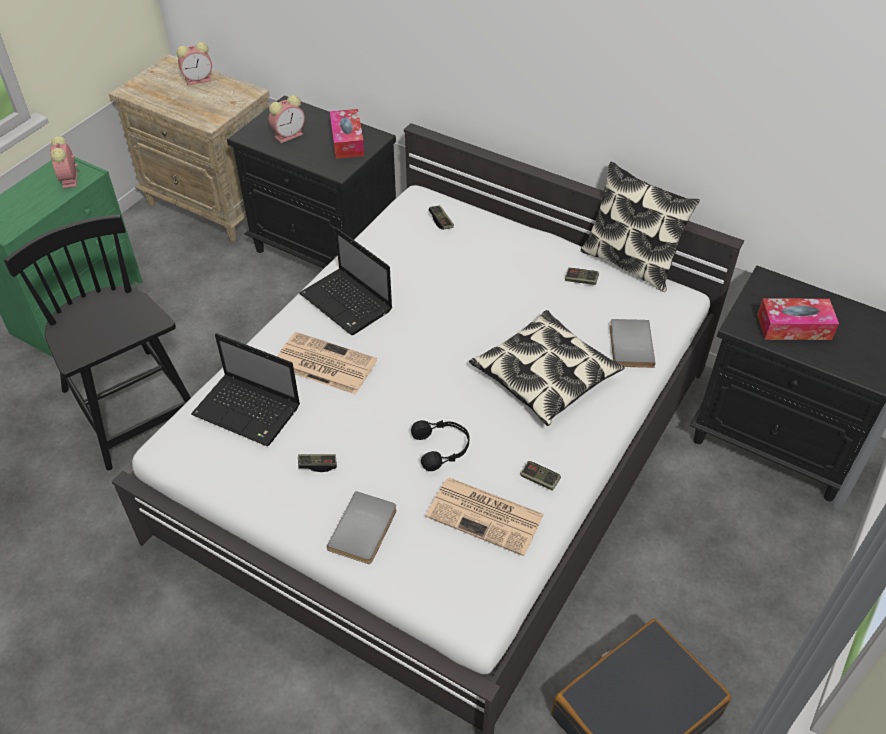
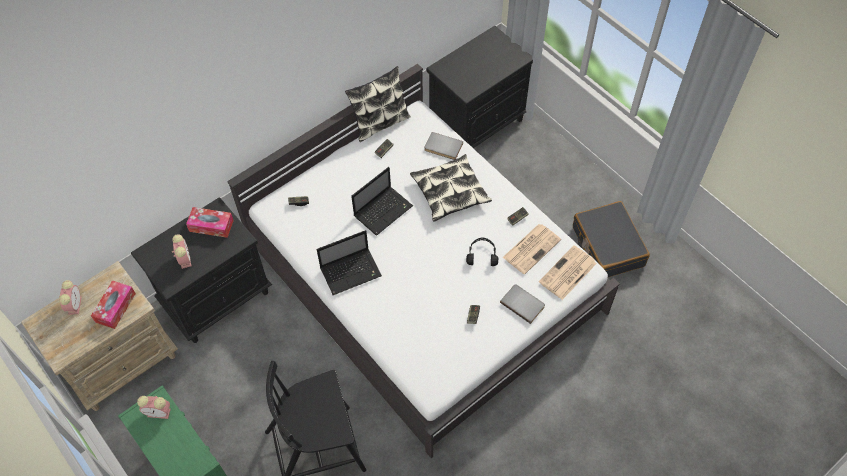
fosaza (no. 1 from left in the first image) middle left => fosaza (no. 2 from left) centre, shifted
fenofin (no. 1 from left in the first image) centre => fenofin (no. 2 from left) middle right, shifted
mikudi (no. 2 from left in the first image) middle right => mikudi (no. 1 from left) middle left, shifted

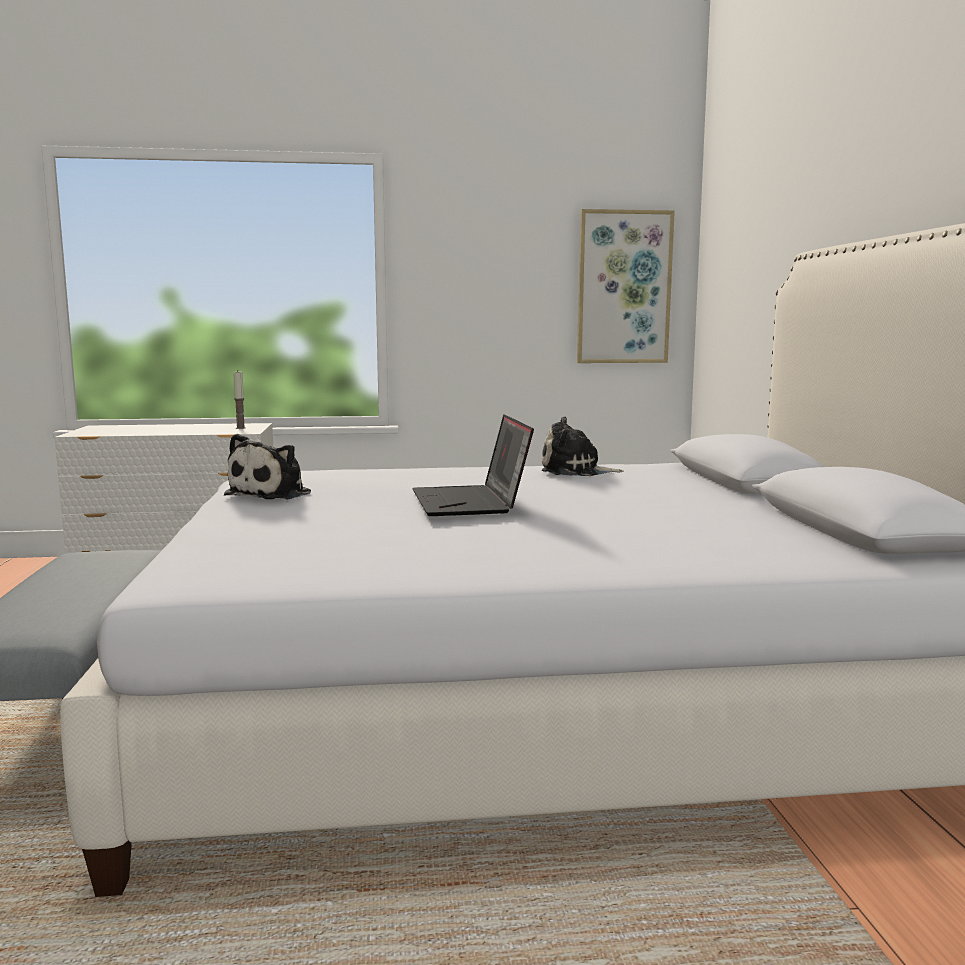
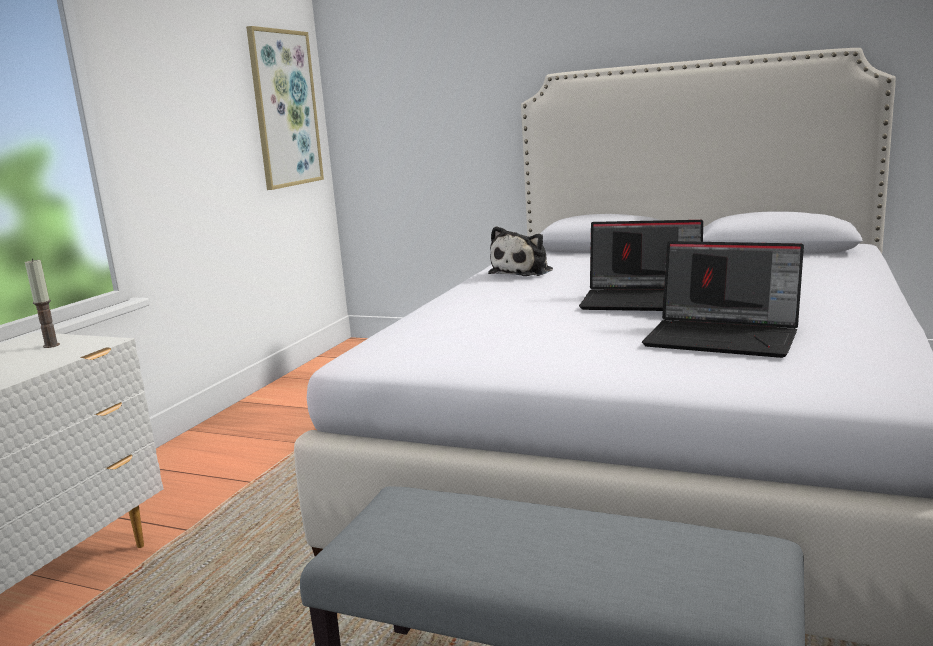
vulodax (no. 1 from left) middle left => nothing
nothing => fosaza (no. 2 from left) middle right

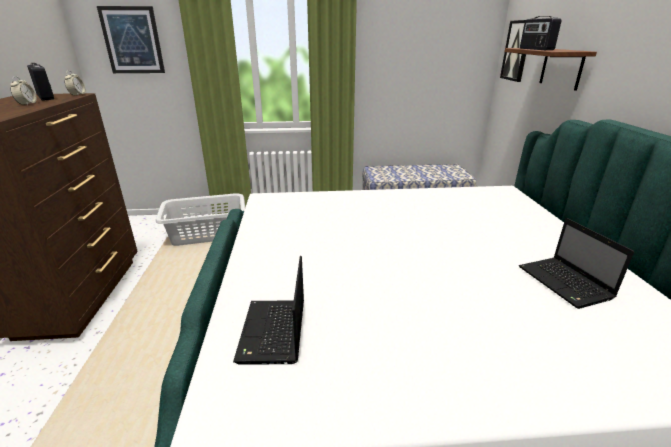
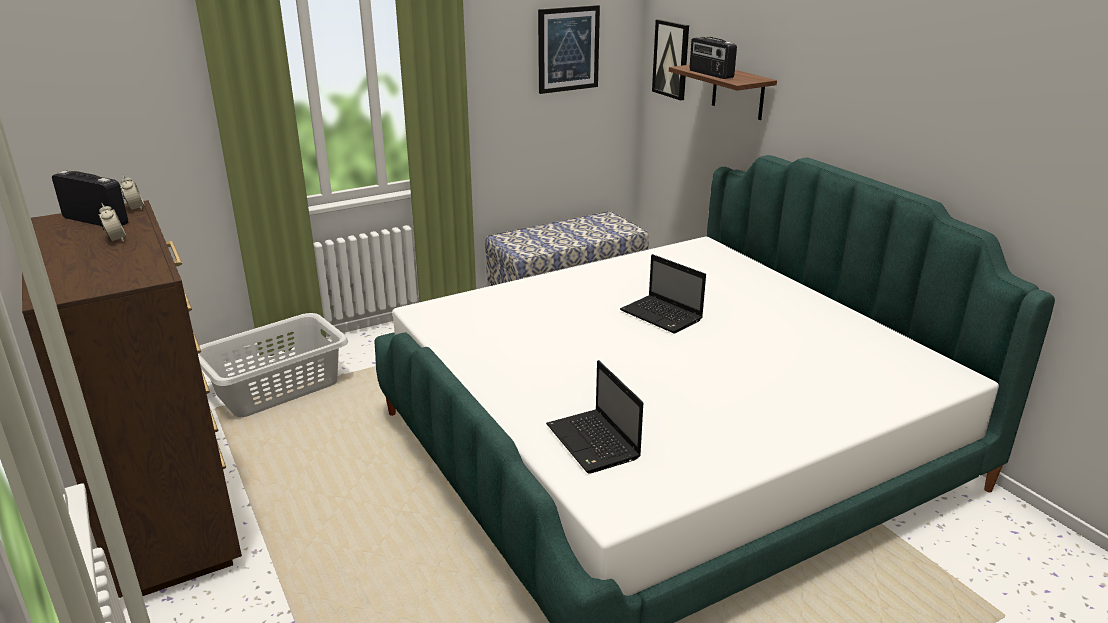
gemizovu (no. 1 from left) top left => gemizovu (no. 1 from left) top centre, shifted
fosaza (no. 2 from left) middle right => fosaza (no. 2 from left) centre, shifted

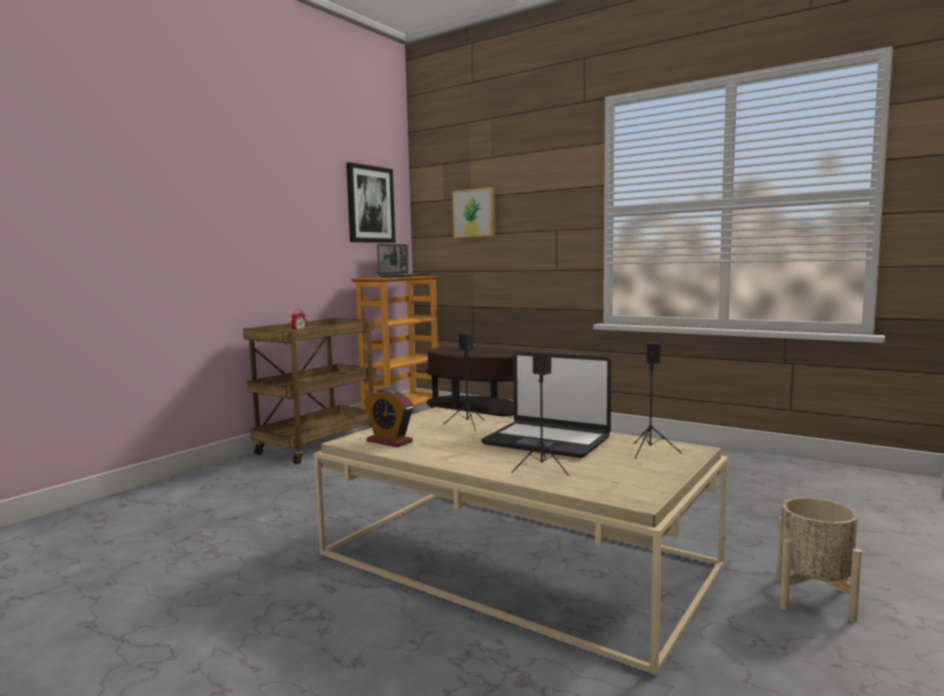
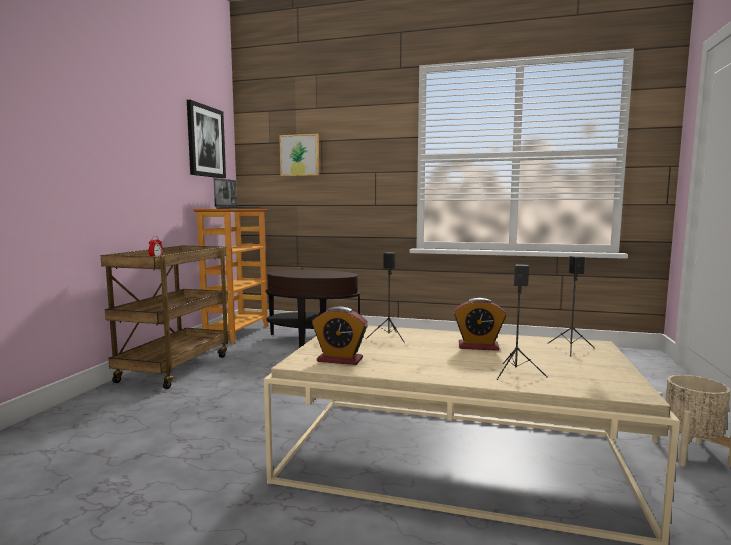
fosaza (no. 2 from left) centre => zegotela (no. 3 from left) centre

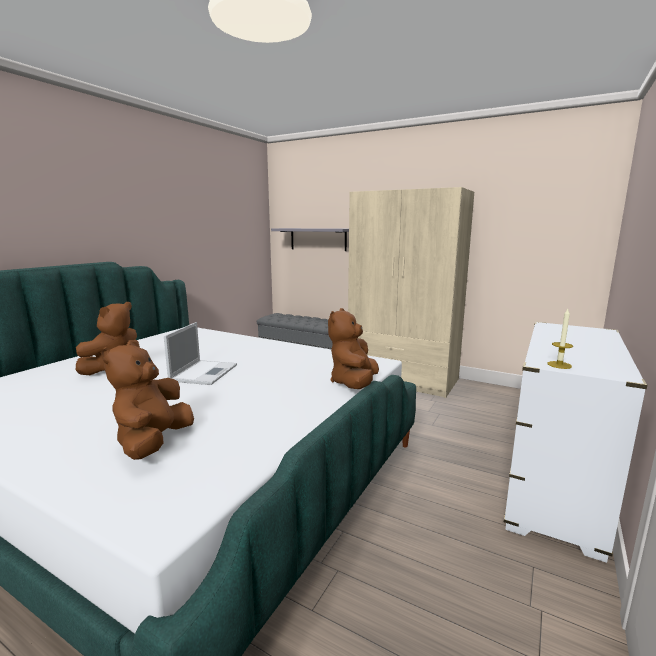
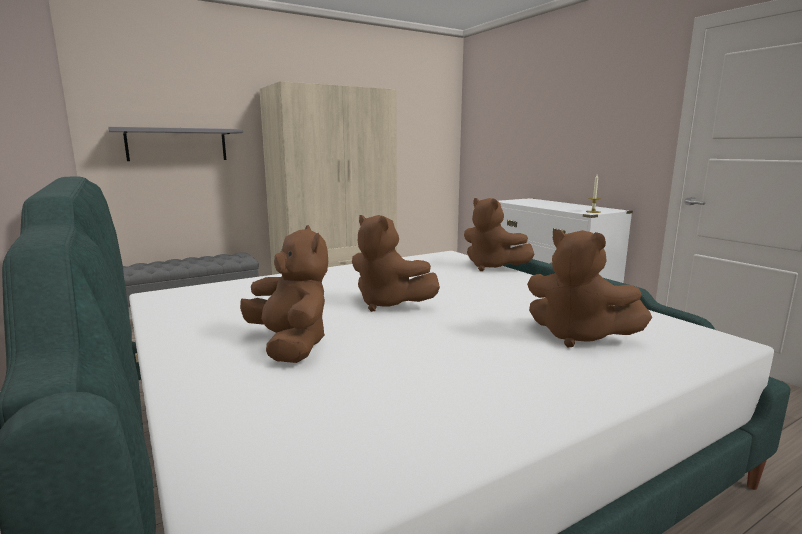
fosaza middle left => brown_vulodax (no. 2 from left) centre

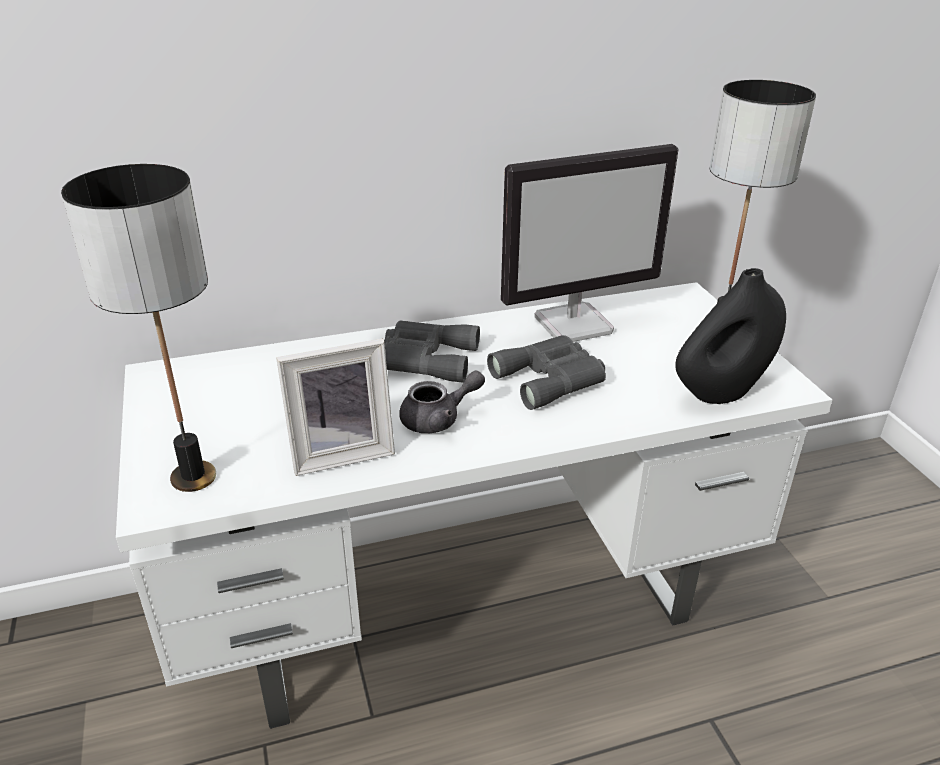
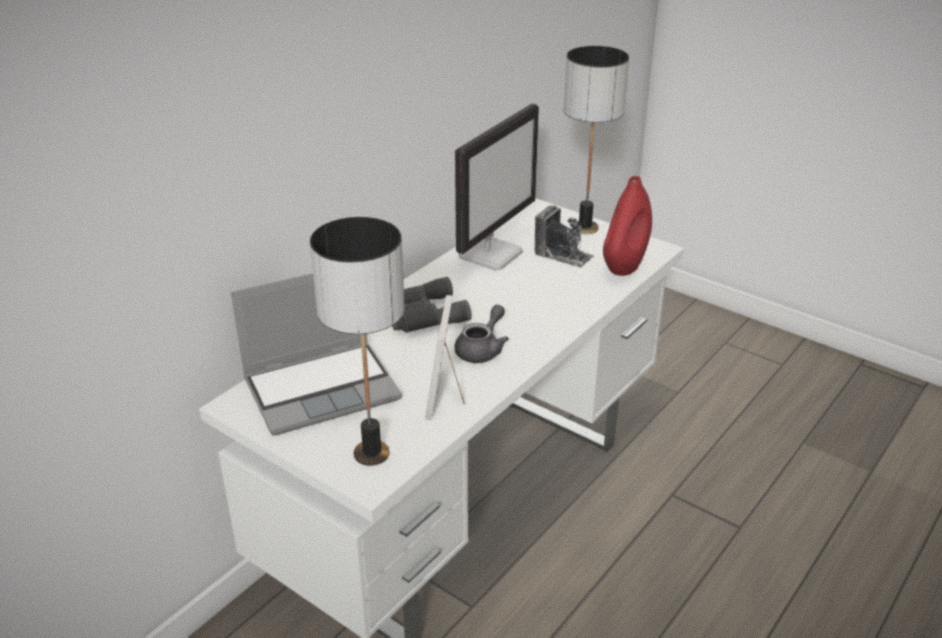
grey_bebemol (no. 2 from left) centre => nothing
nothing => fosaza centre
nothing => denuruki centre
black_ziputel middle right => red_ziputel centre
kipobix centre, 150 degrees clockwise

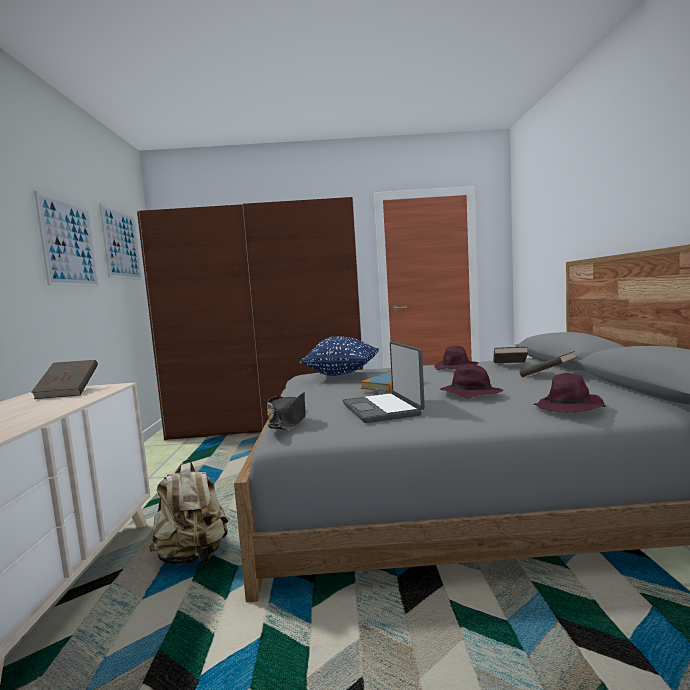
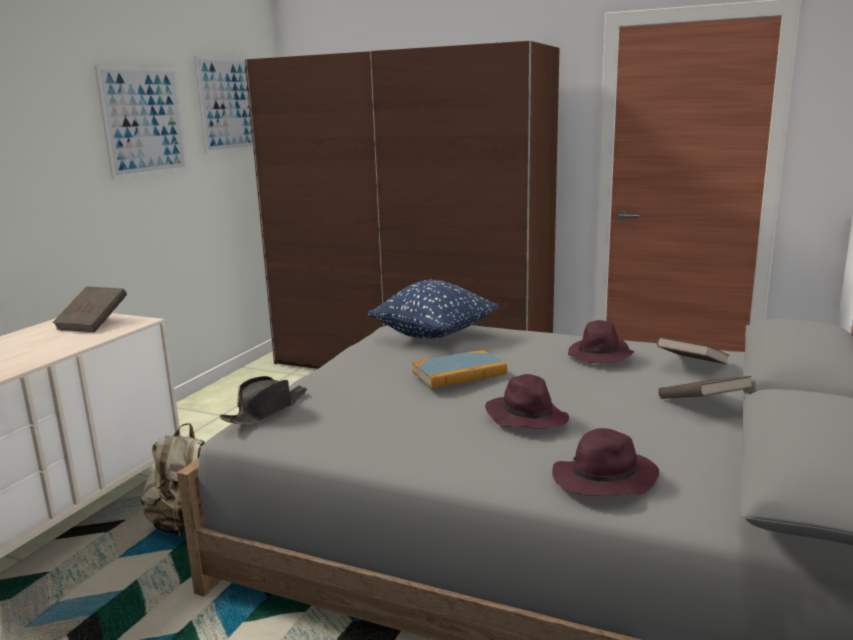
fosaza centre => nothing

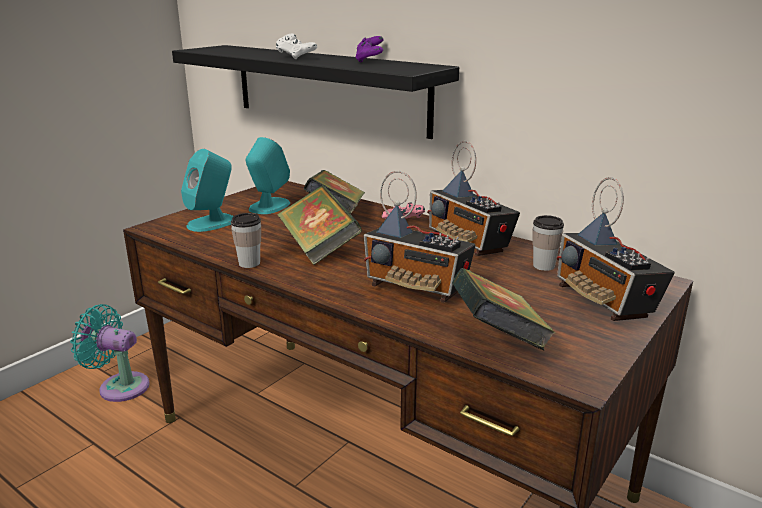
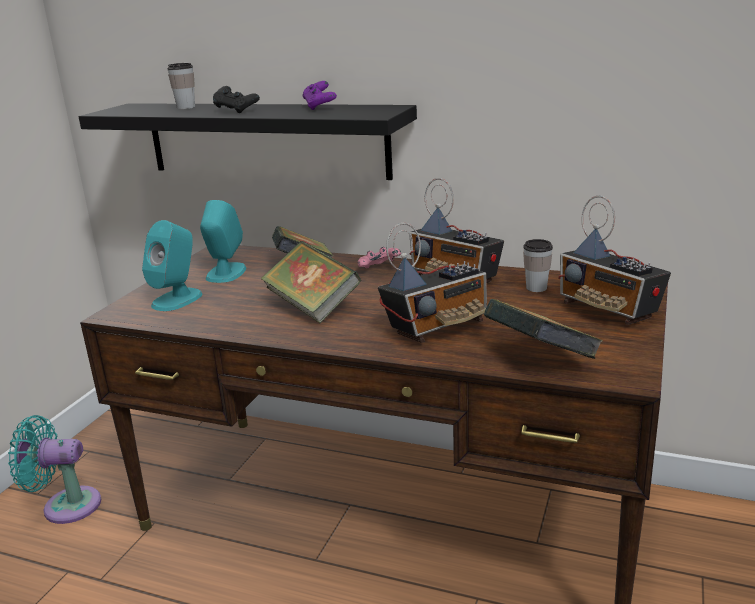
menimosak (no. 1 from left) middle left => menimosak (no. 1 from left) top left, shifted
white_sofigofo top centre => black_sofigofo top left
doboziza (no. 1 from left) centre, 45 degrees counterclockwise

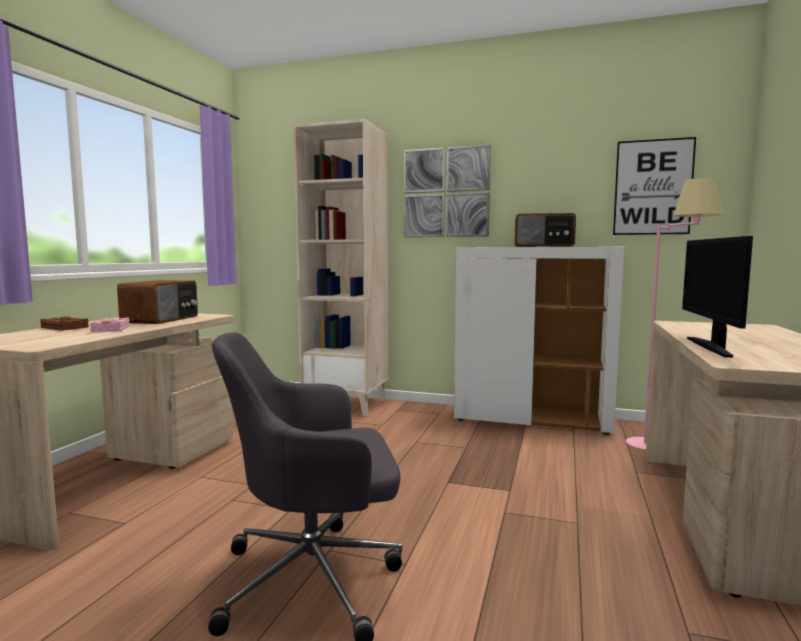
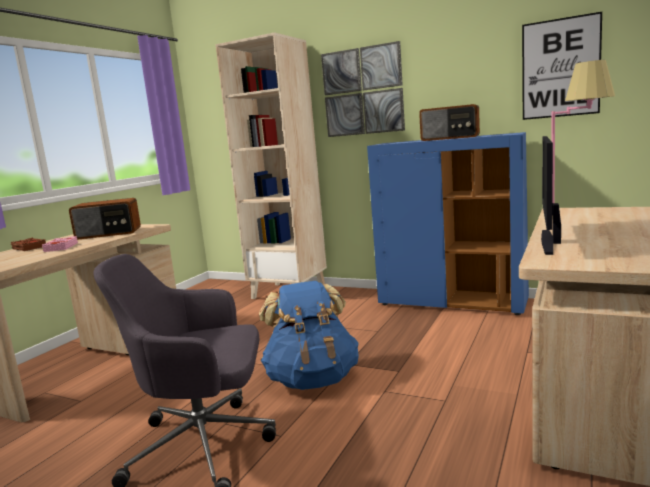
nothing => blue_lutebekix bottom centre
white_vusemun middle right => blue_vusemun middle right
doboziza (no. 1 from left) middle left, 60 degrees clockwise

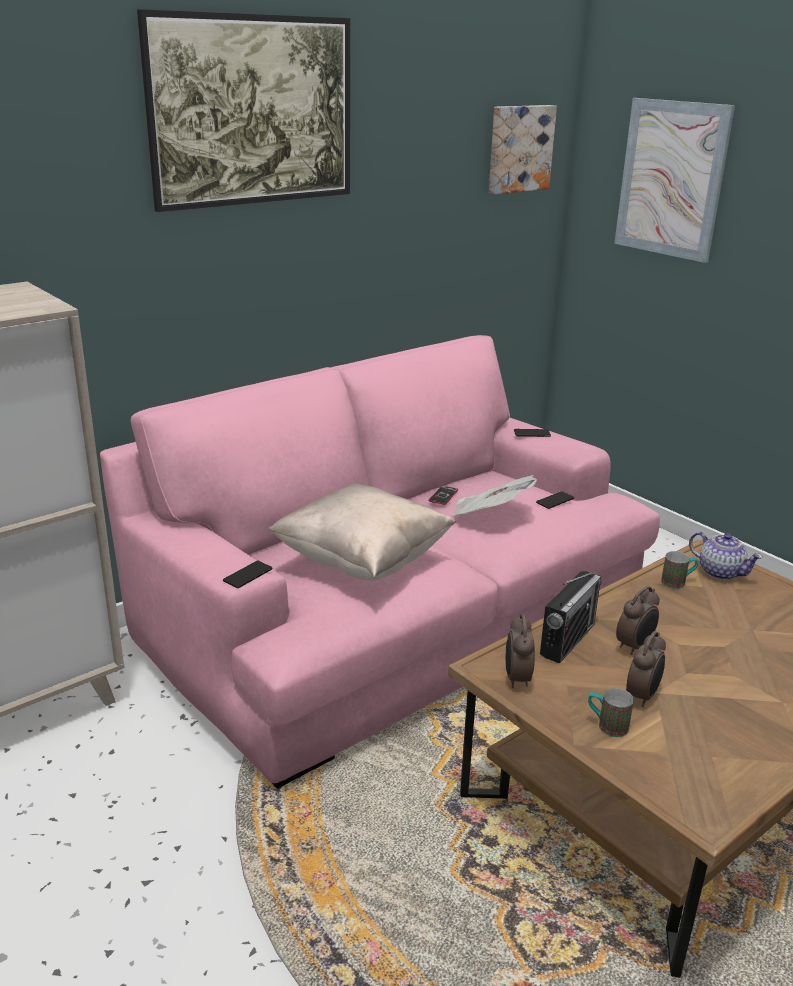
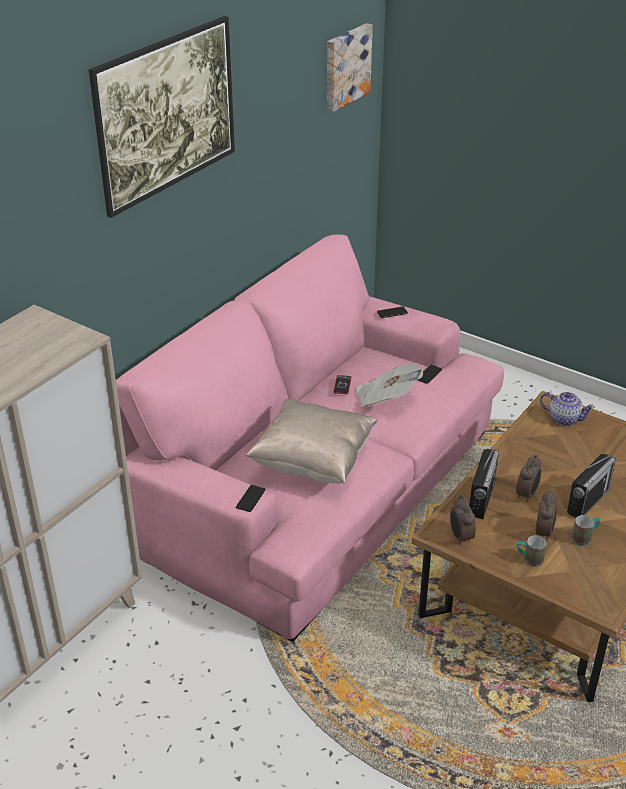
gemizovu (no. 3 from left) top right => nothing
nothing => doboziza (no. 2 from left) middle right
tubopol (no. 2 from left) middle right => tubopol (no. 2 from left) bottom right, shifted

